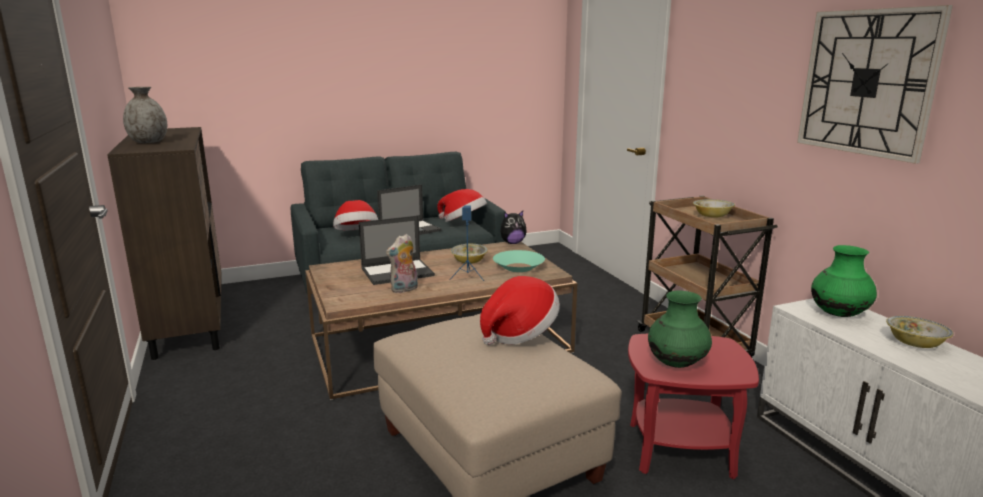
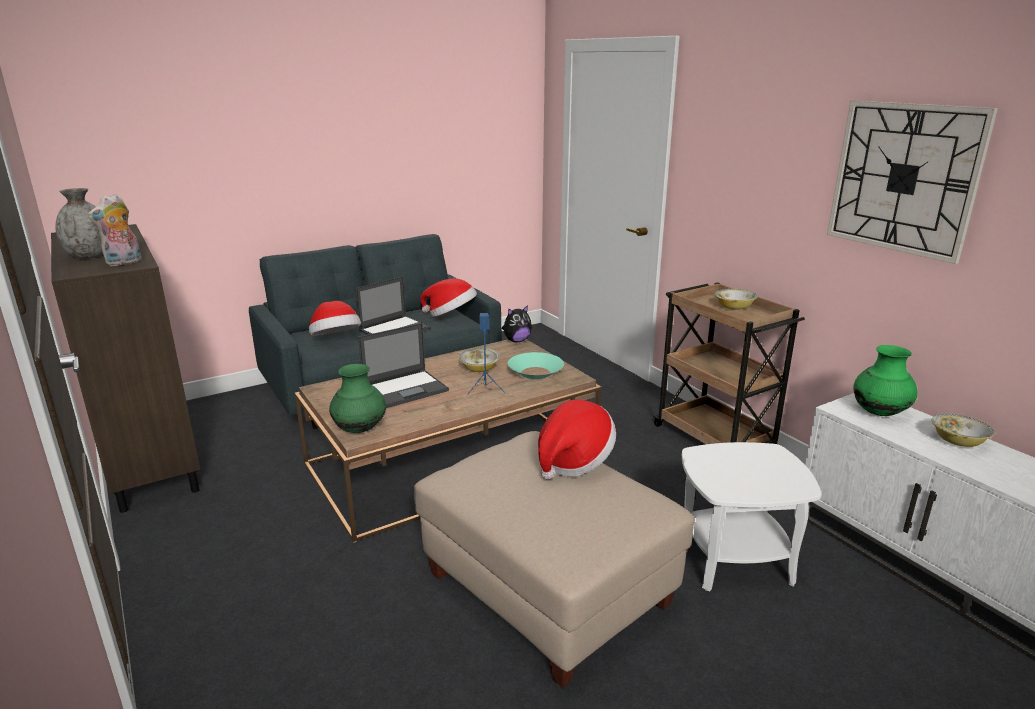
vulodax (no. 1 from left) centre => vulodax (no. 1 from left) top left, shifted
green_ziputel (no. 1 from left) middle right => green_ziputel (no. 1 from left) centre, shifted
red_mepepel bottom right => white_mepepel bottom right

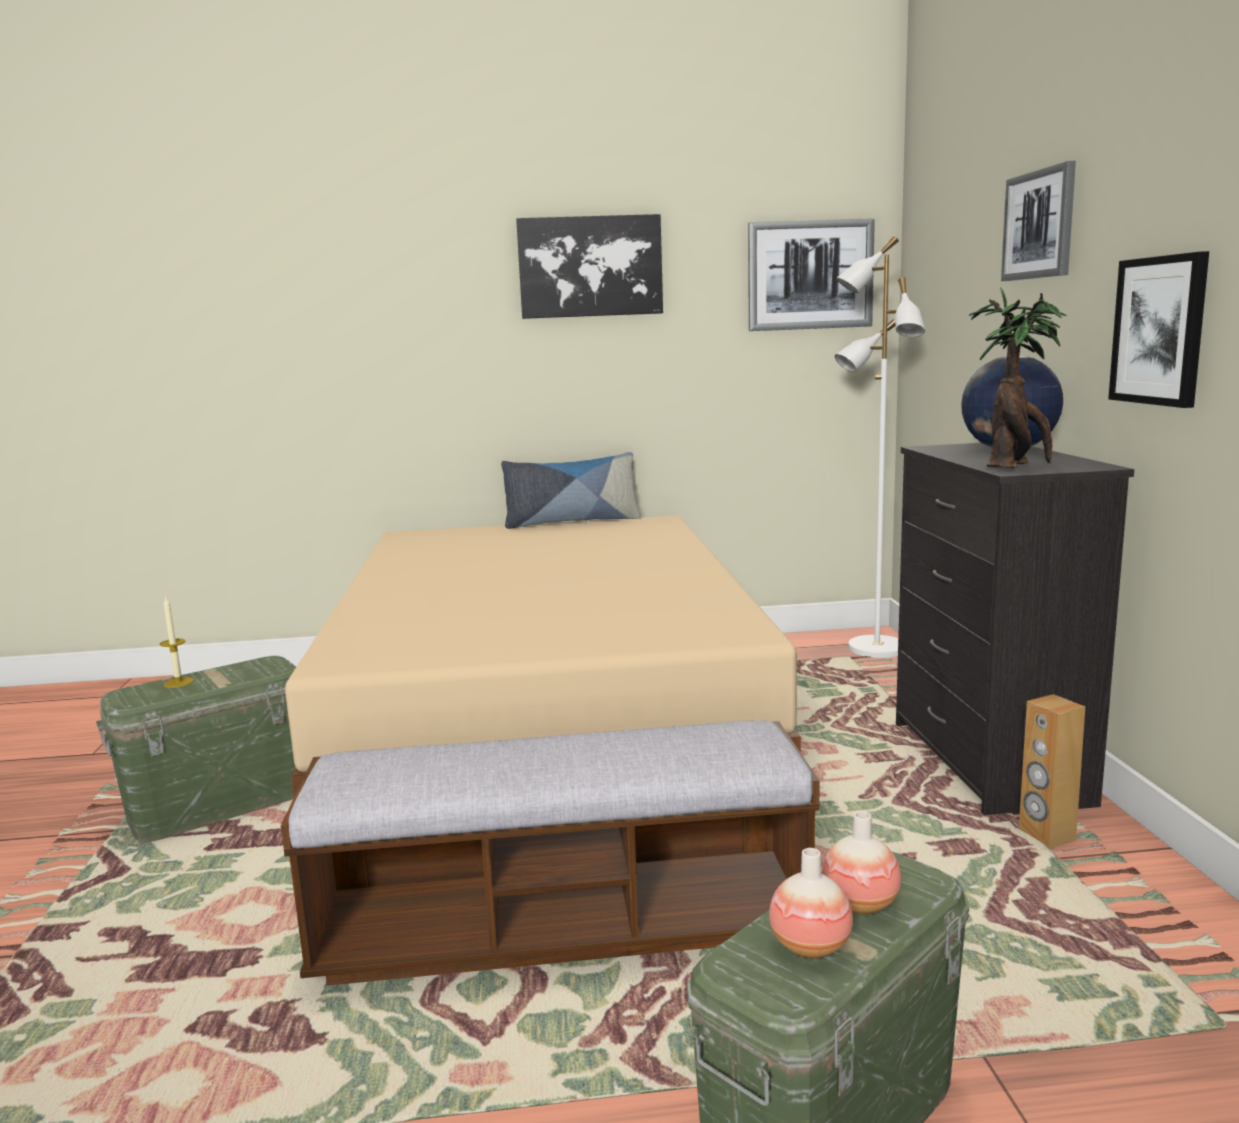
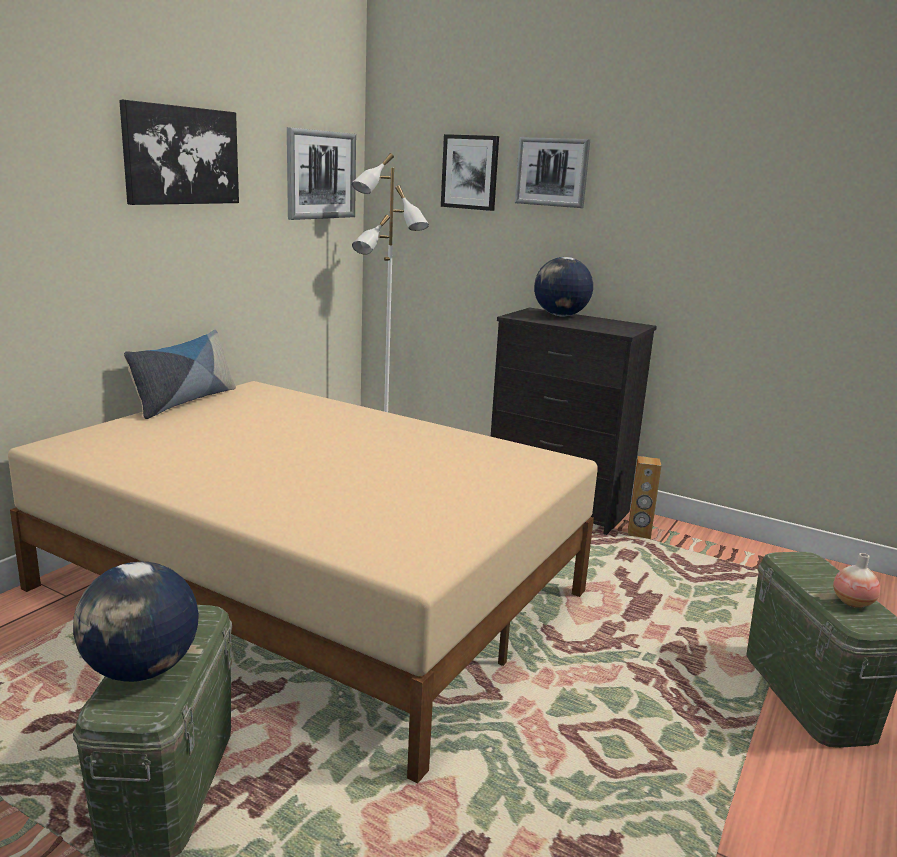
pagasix bottom centre => nothing
ziputel (no. 2 from left) bottom right => nothing
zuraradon middle right => nothing
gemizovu (no. 4 from left in the first image) top right => gemizovu (no. 3 from left) top centre, shifted
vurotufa middle left => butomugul (no. 1 from left) bottom left

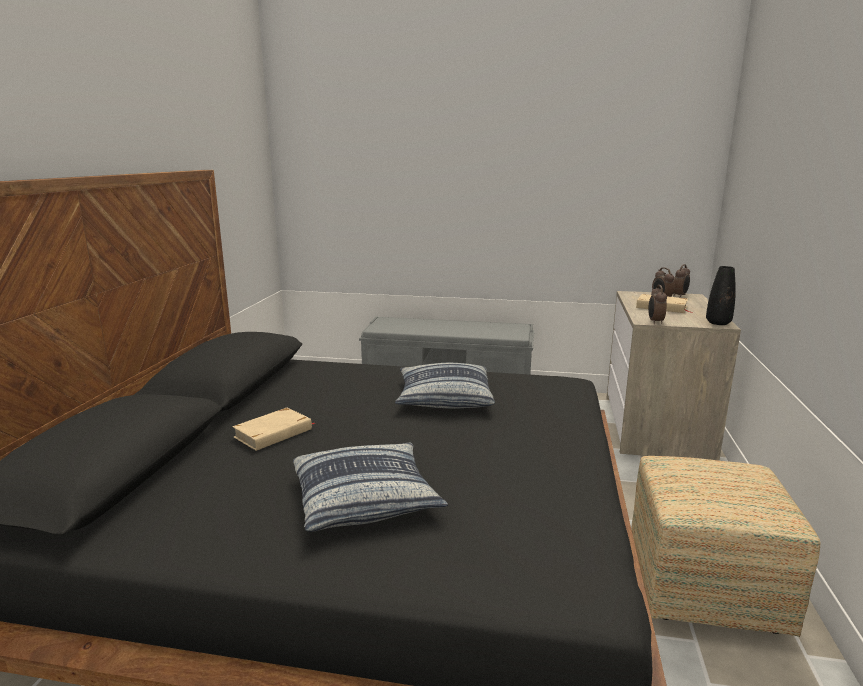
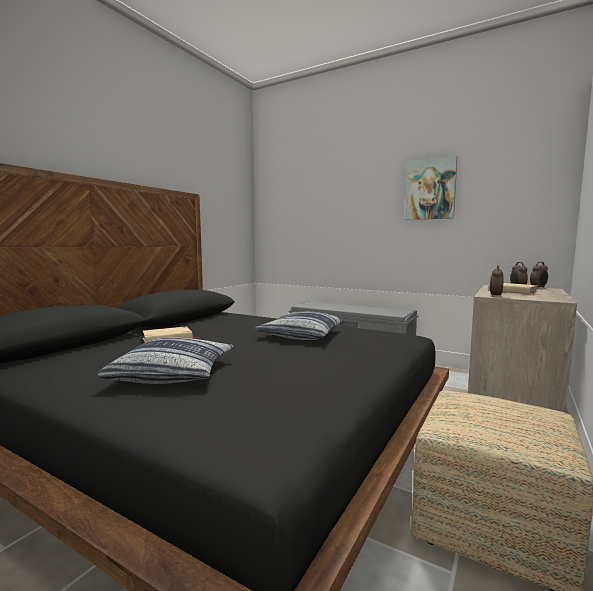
black_ziputel middle right => nothing
nothing => gemizovu top right

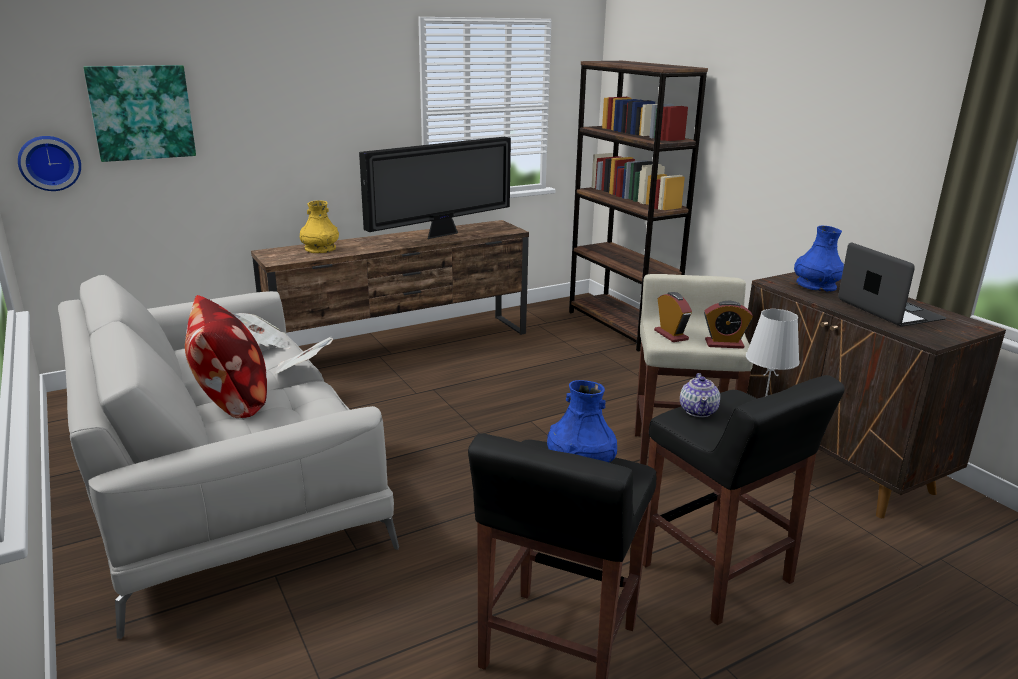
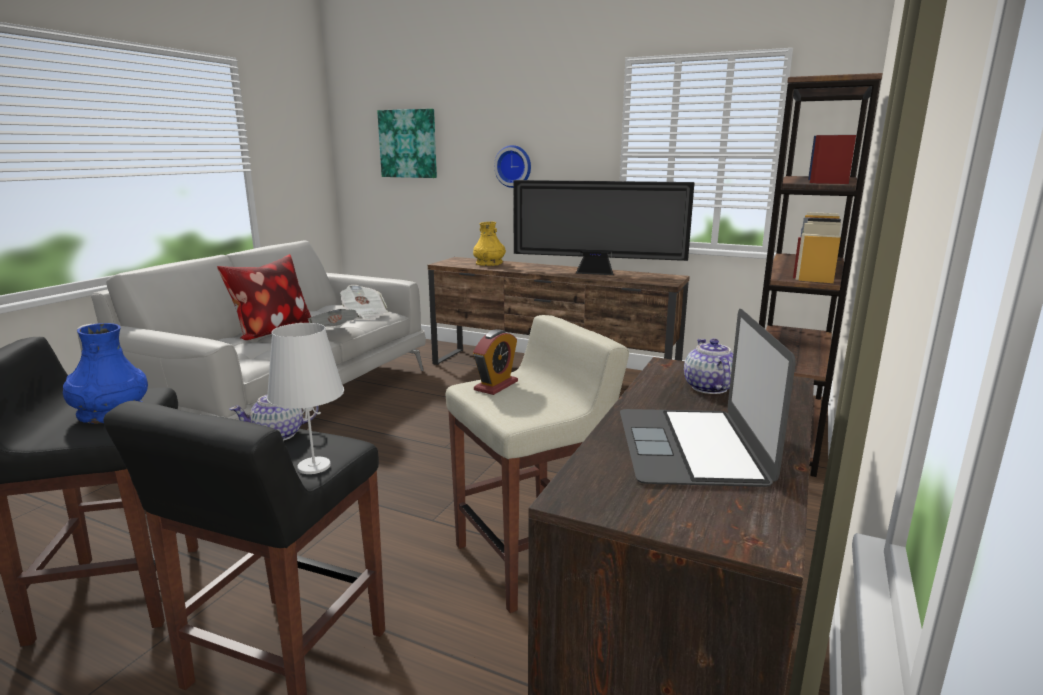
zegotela (no. 2 from left) middle right => nothing
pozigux top left => pozigux top centre, shifted
blue_ziputel (no. 2 from left) middle right => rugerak (no. 2 from left) middle right
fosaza middle right, 150 degrees clockwise

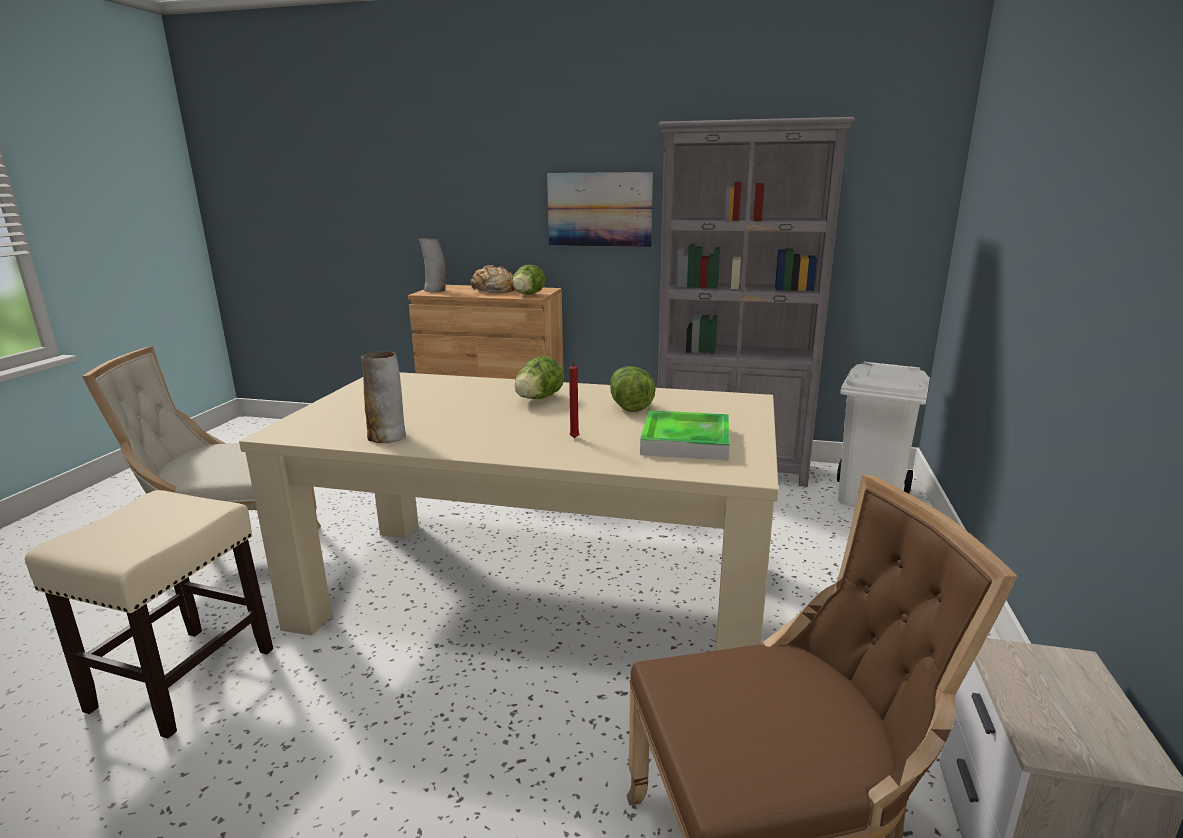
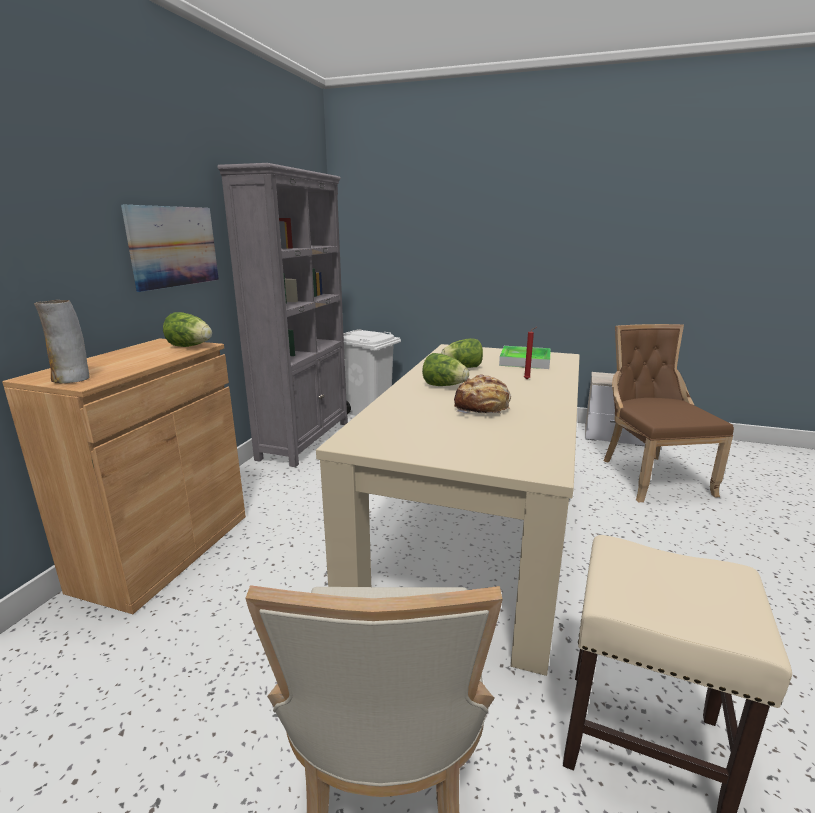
ziputel (no. 1 from left) middle left => nothing
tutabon top centre => tutabon centre, shifted

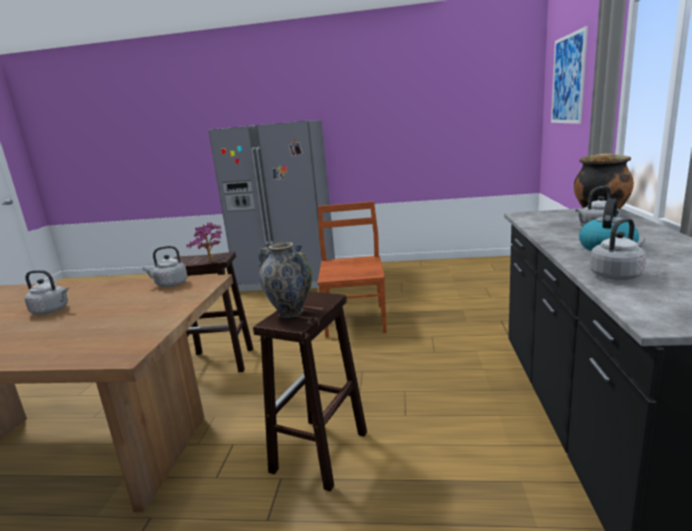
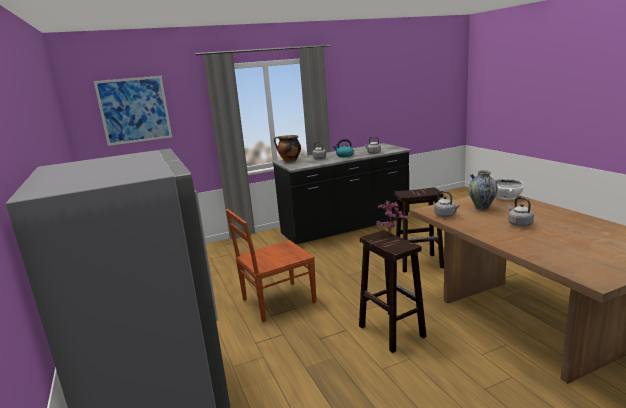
nothing => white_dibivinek middle right
ziputel centre => ziputel middle right, shifted

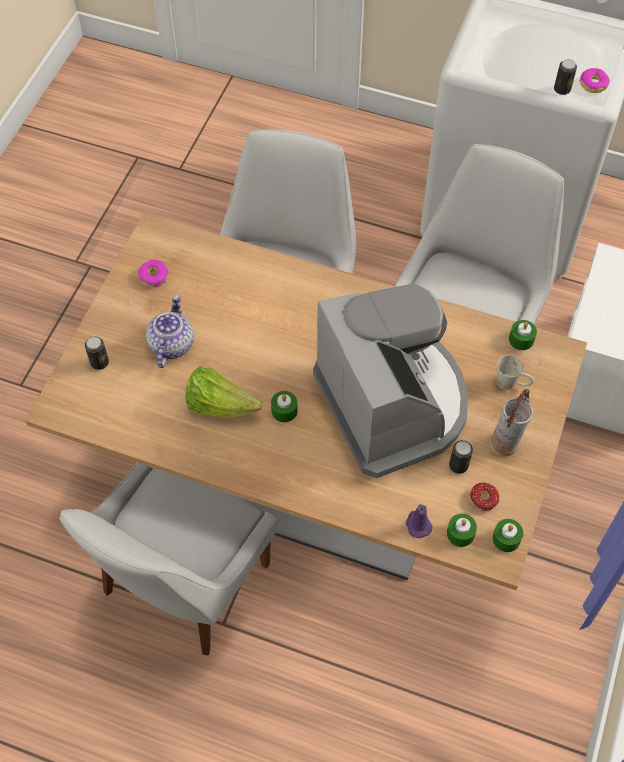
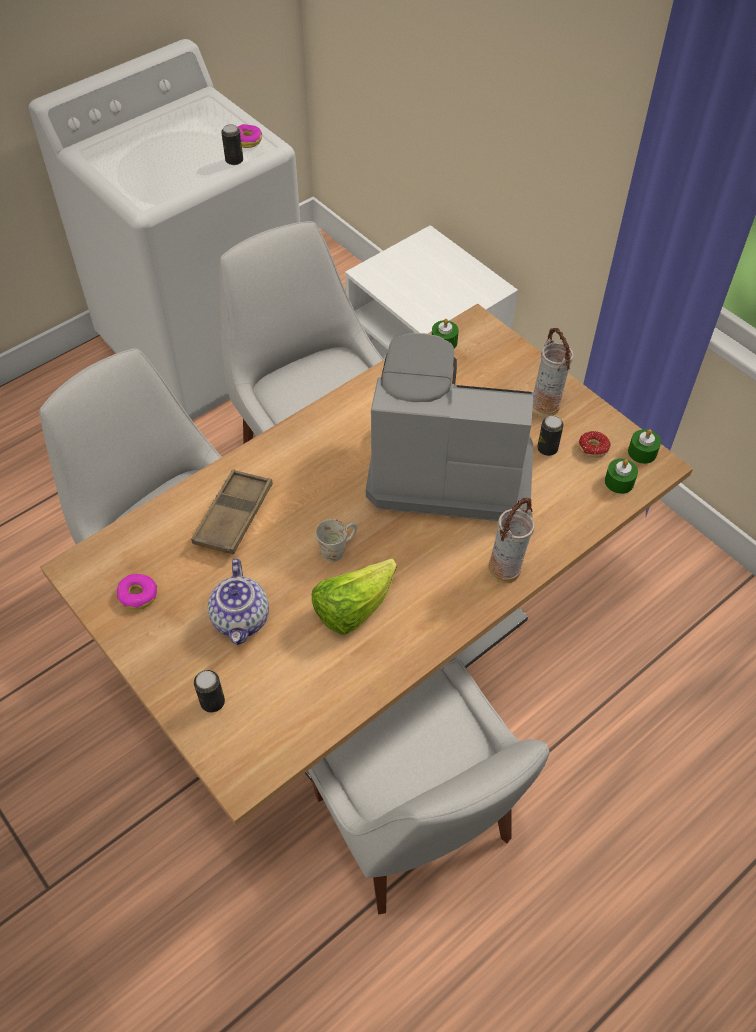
green_vurotufa (no. 1 from left) centre => nothing
purple_vurotufa bottom right => nothing
nothing => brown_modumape middle left
nothing => ziputel (no. 1 from left) middle right
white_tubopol middle right => white_tubopol centre, shifted
rugerak middle left, 135 degrees counterclockwise

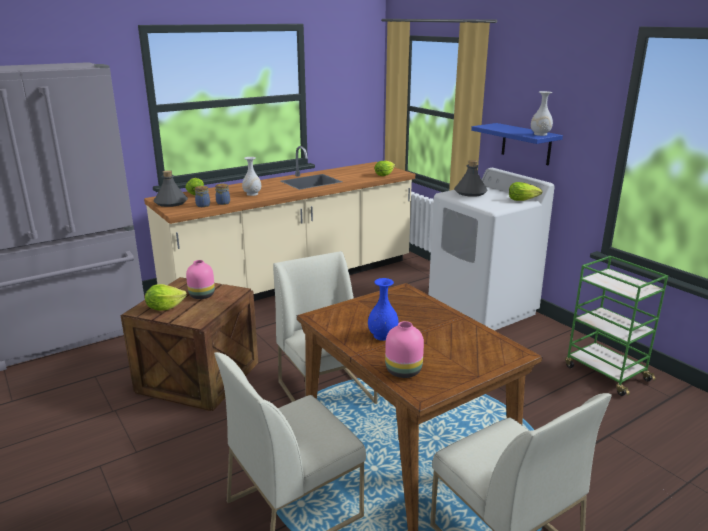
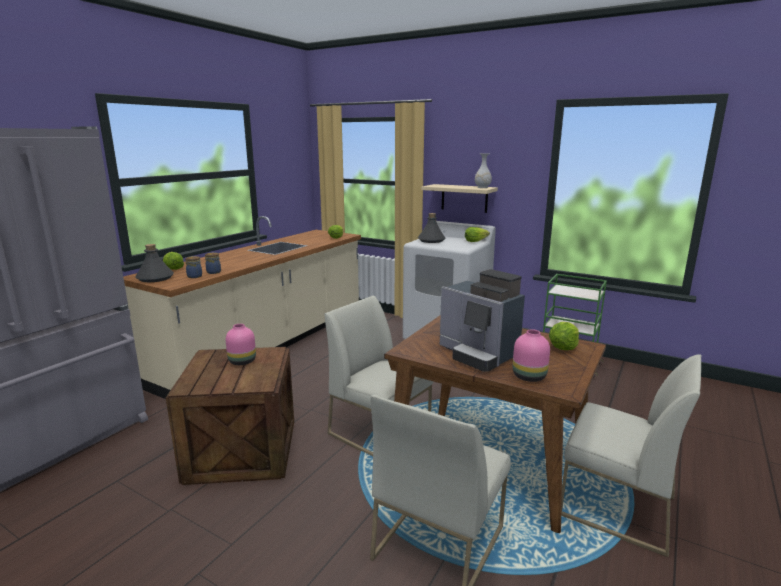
white_ziputel (no. 1 from left) top centre => nothing
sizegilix (no. 1 from left in the first image) middle left => sizegilix (no. 4 from left) middle right, shifted
blue_ziputel centre => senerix centre
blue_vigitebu top right => beige_vigitebu centre

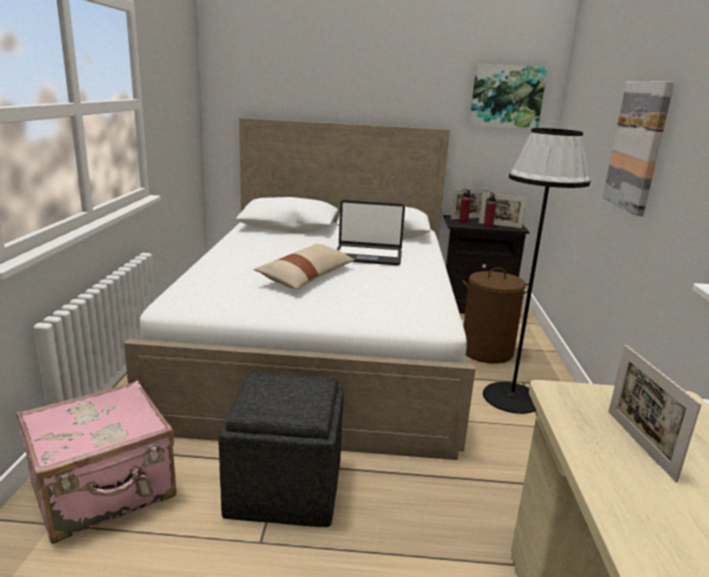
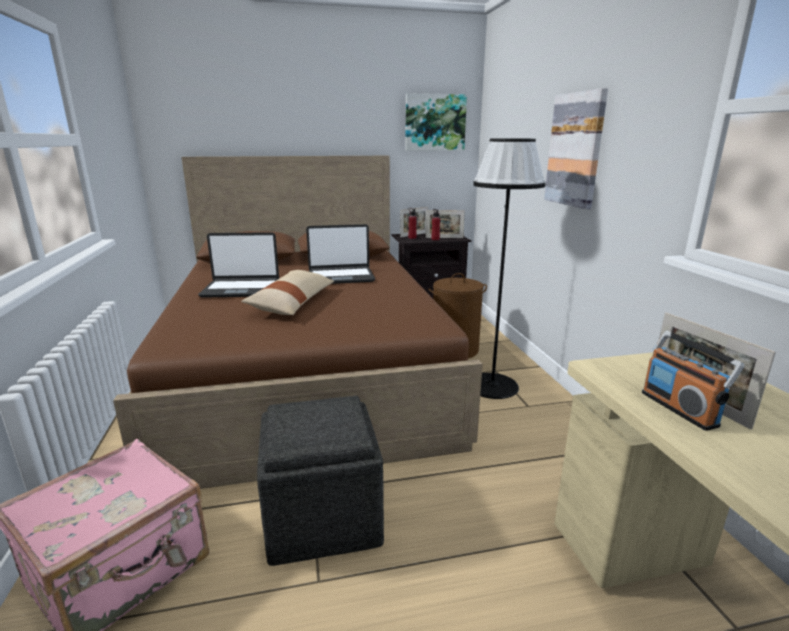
nothing => fosaza (no. 1 from left) middle left
nothing => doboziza middle right
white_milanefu centre => brown_milanefu centre

